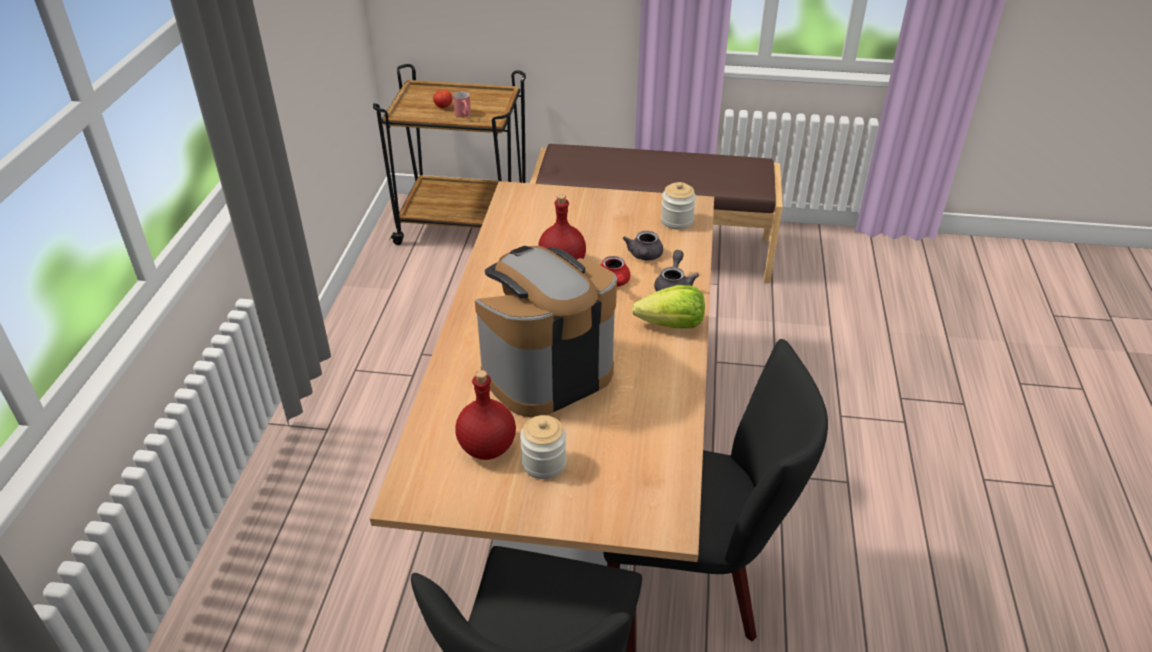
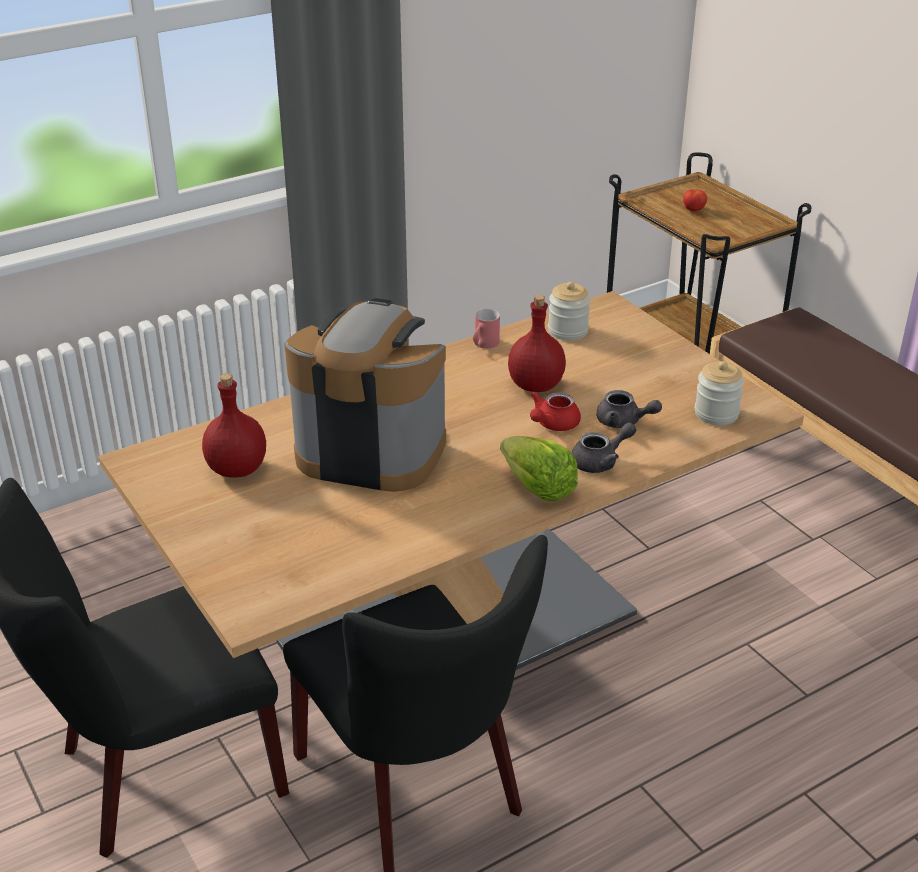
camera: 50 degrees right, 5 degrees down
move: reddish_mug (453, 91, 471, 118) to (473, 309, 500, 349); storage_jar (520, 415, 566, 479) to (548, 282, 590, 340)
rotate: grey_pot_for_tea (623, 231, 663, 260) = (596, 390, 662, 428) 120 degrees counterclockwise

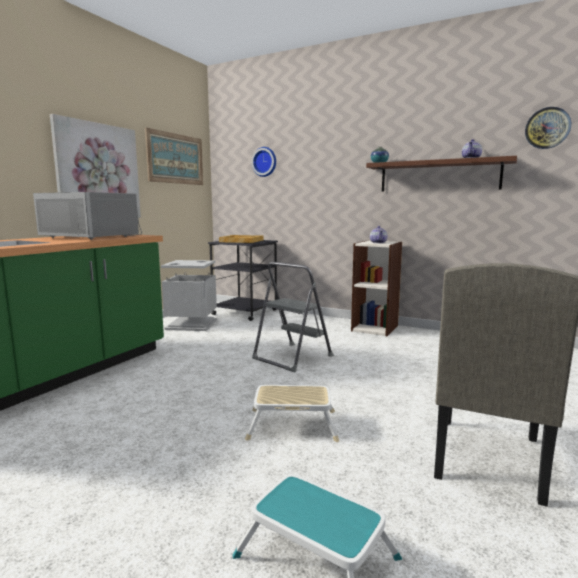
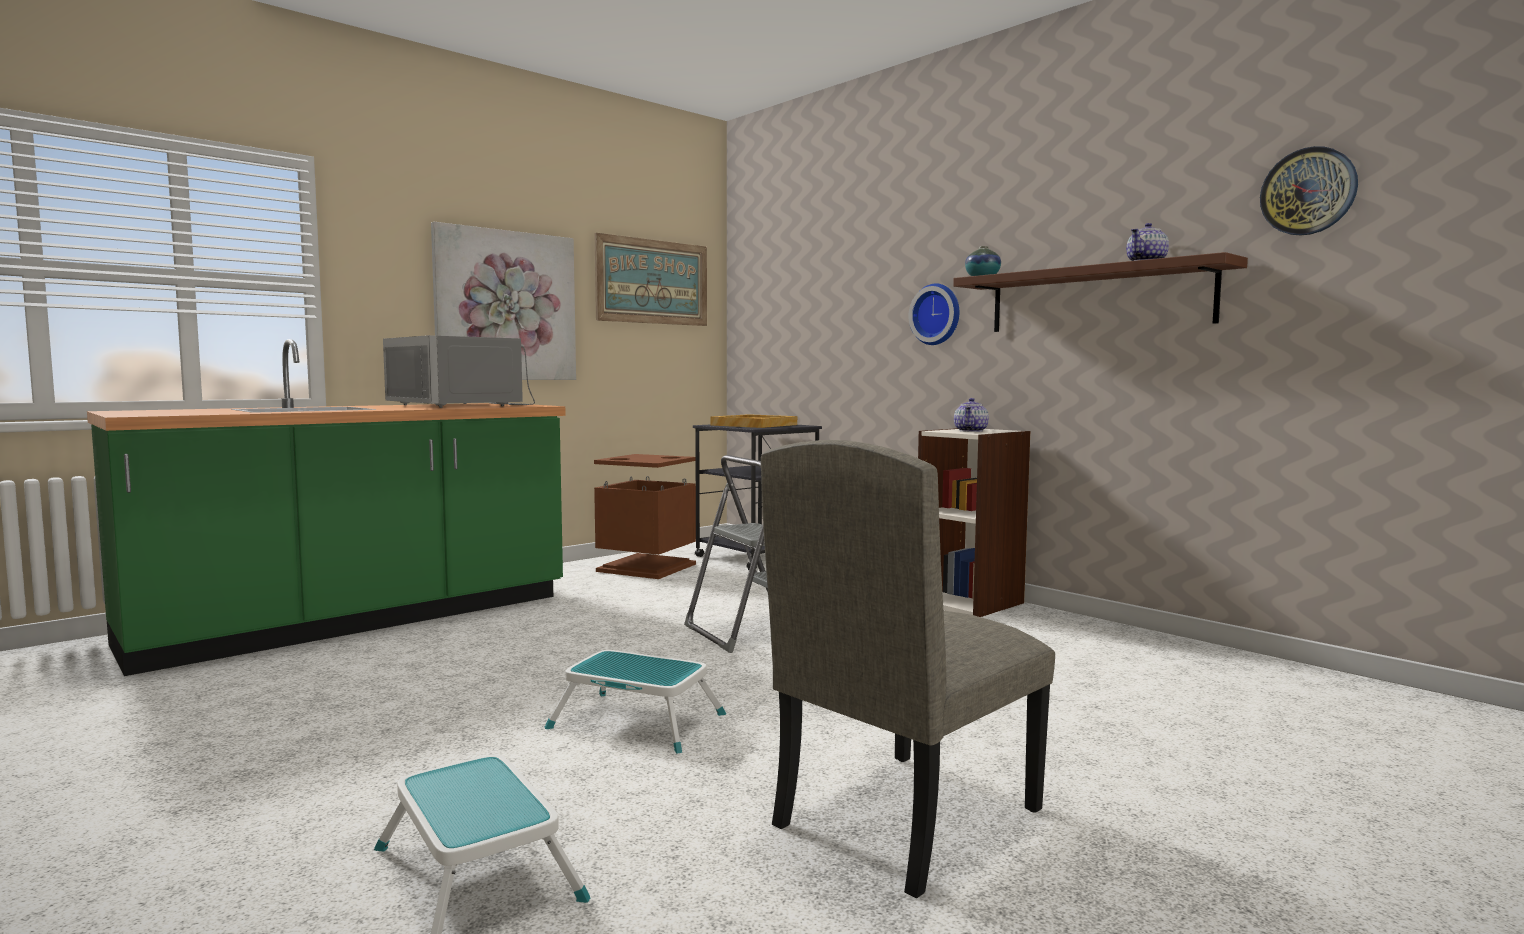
camera: 20 degrees right, 5 degrees down
move: wall_clock (251, 147, 276, 177) to (908, 283, 959, 345)
recolor: grey_waste_bin (161, 260, 217, 331) to brown_waste_bin (594, 454, 696, 579); beige-coloured_step_stool (245, 385, 339, 442) to turquoise-coloured_step_stool (545, 650, 726, 754)

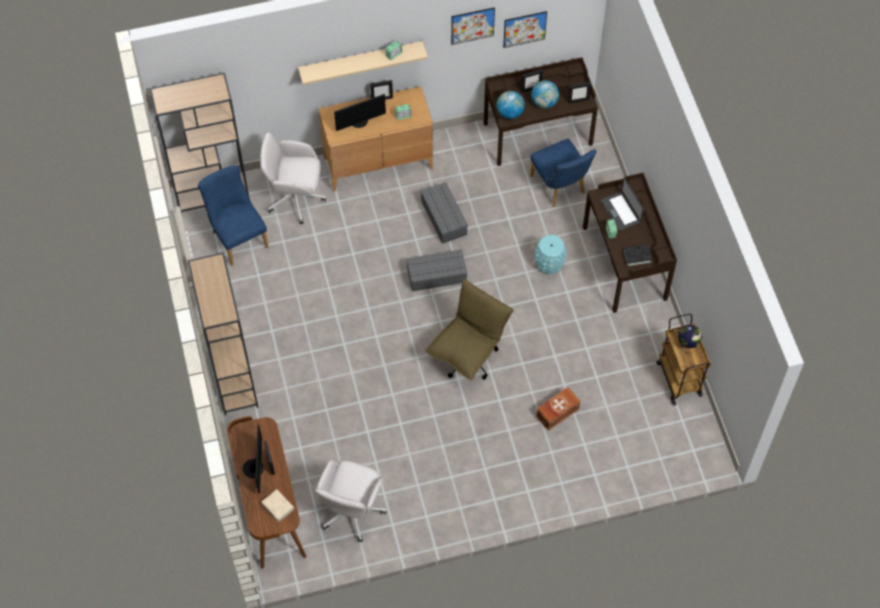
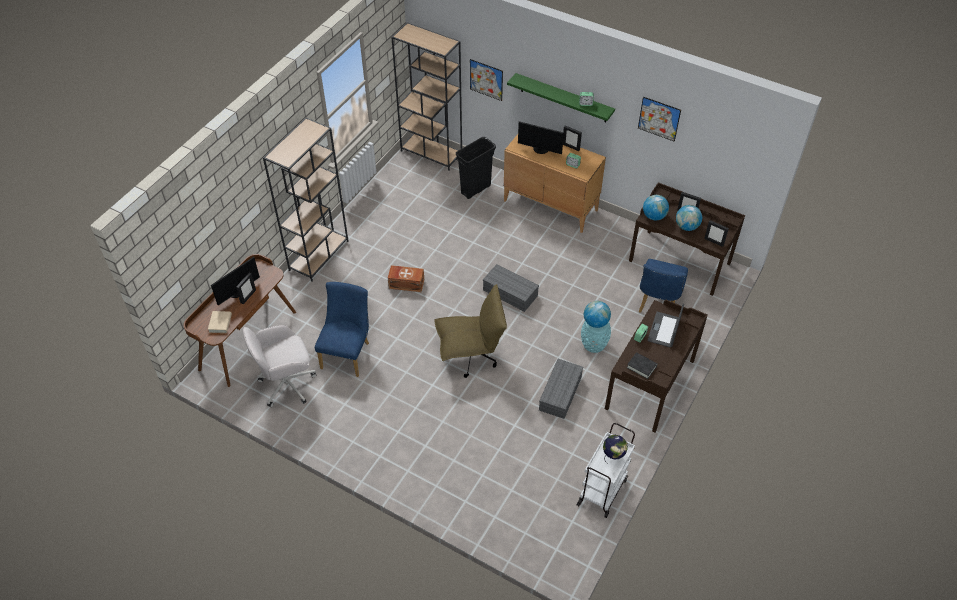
camera: 45 degrees right, 10 degrees down
insert: world_globe (584, 301, 611, 328)
move: blue-coloured_upright_chair (198, 165, 269, 266) to (315, 282, 369, 377); grey_storage_bin (421, 182, 468, 244) to (539, 359, 583, 419); wall_picture (503, 11, 547, 48) to (470, 59, 503, 101); brown_storage_bin (536, 387, 580, 431) to (388, 265, 424, 292)
replace: white-coloured_desk_chair (260, 133, 326, 224) to blackish_waste_bin (456, 137, 496, 199)
recolor: beige-coloured_wall_shelf (298, 41, 428, 85) to green-coloured_wall_shelf (507, 73, 615, 122); brown_cart (656, 314, 711, 405) to white-coloured_cart (576, 423, 635, 518)

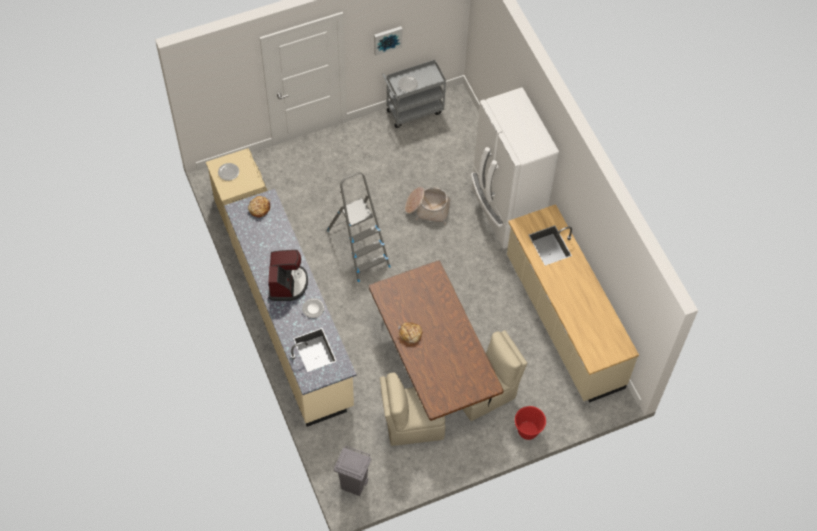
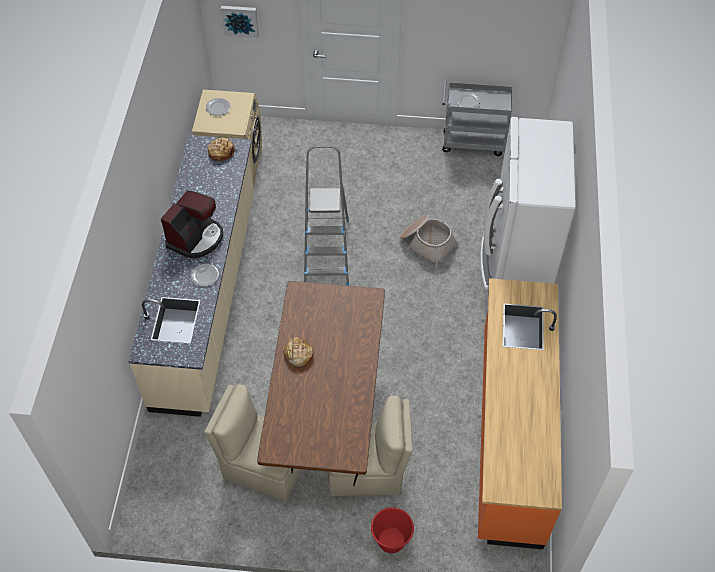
camera: 30 degrees right, 5 degrees down
delete: grey_waste_bin (334, 445, 371, 496)
move: wall_picture (374, 26, 402, 56) to (221, 6, 259, 38)
recolor: beige-coloured_counter (507, 204, 639, 403) to orange_counter (478, 278, 562, 549)

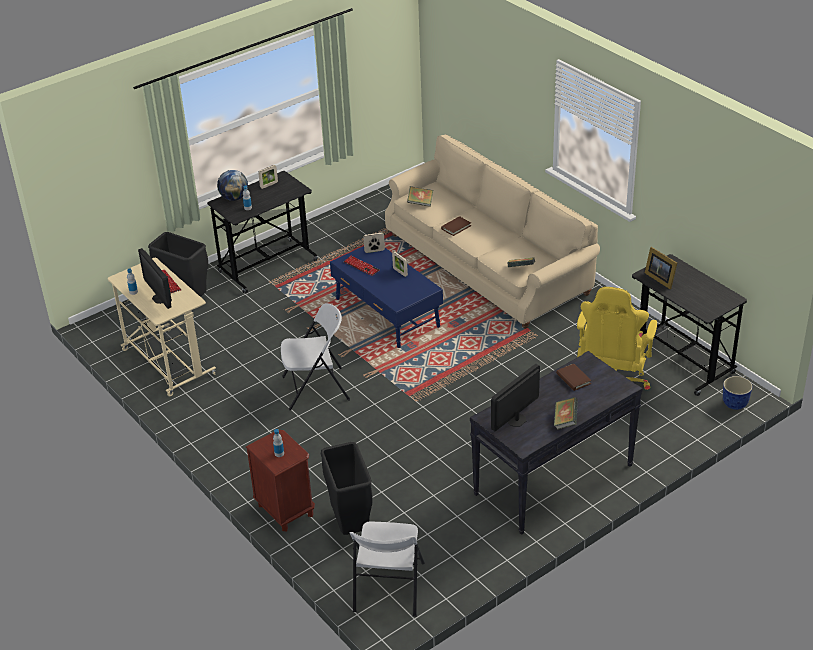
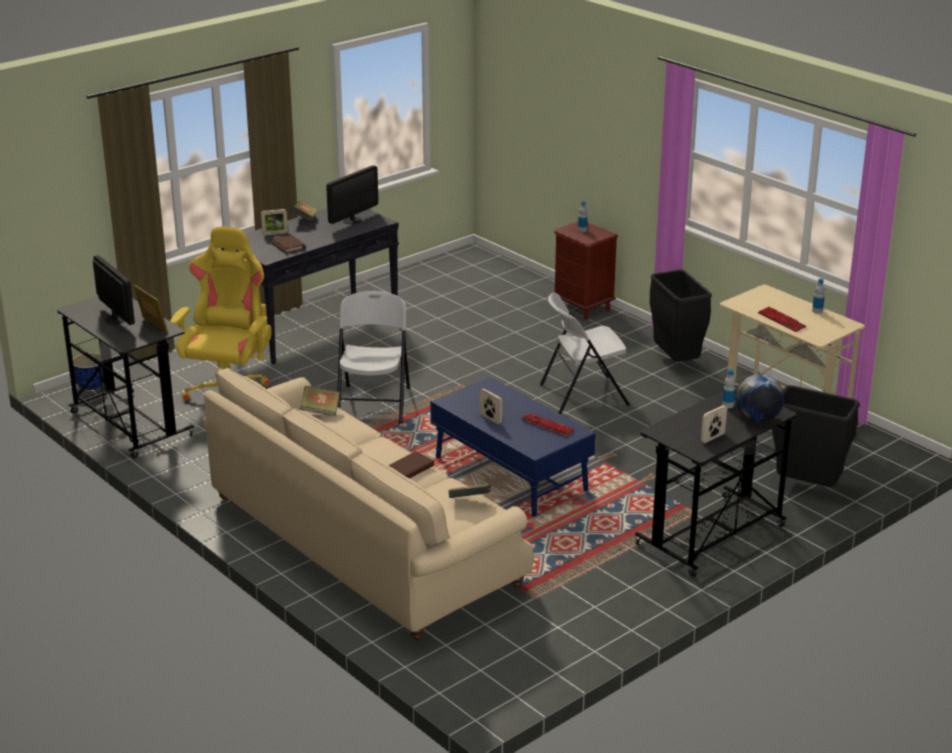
camera: 175 degrees right, 10 degrees down
move: computer_display (138, 248, 172, 309) to (93, 255, 135, 325); blackish_waste_bin (321, 442, 372, 535) to (650, 269, 712, 362); white-coloured_upright_chair (350, 522, 425, 617) to (338, 291, 410, 424); photo_frame (363, 233, 385, 253) to (261, 209, 288, 235)

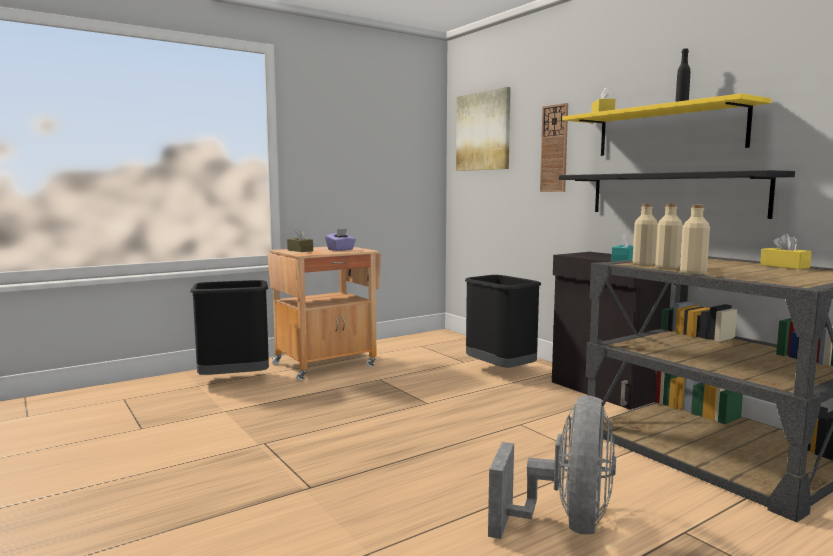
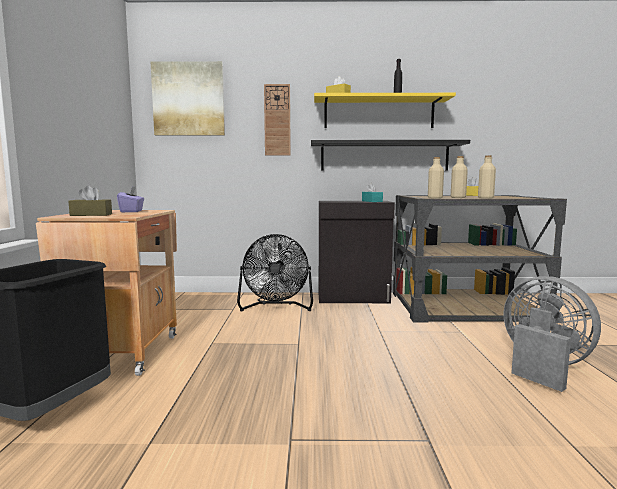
camera: 55 degrees left, 0 degrees up
replace: blackish_waste_bin (465, 275, 541, 368) to blackish_cooling_fan (237, 234, 313, 311)

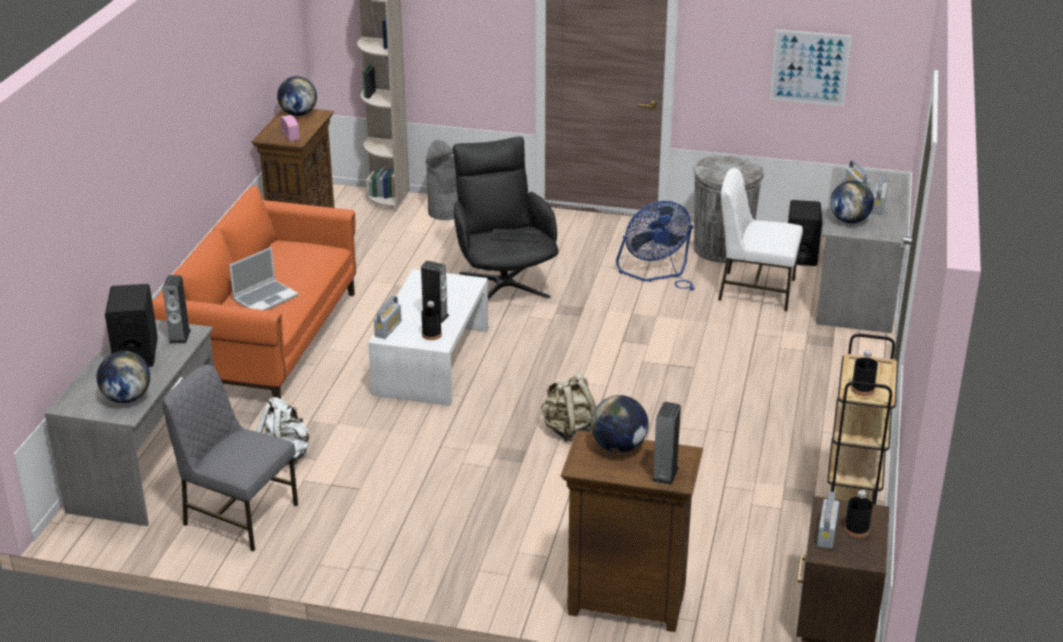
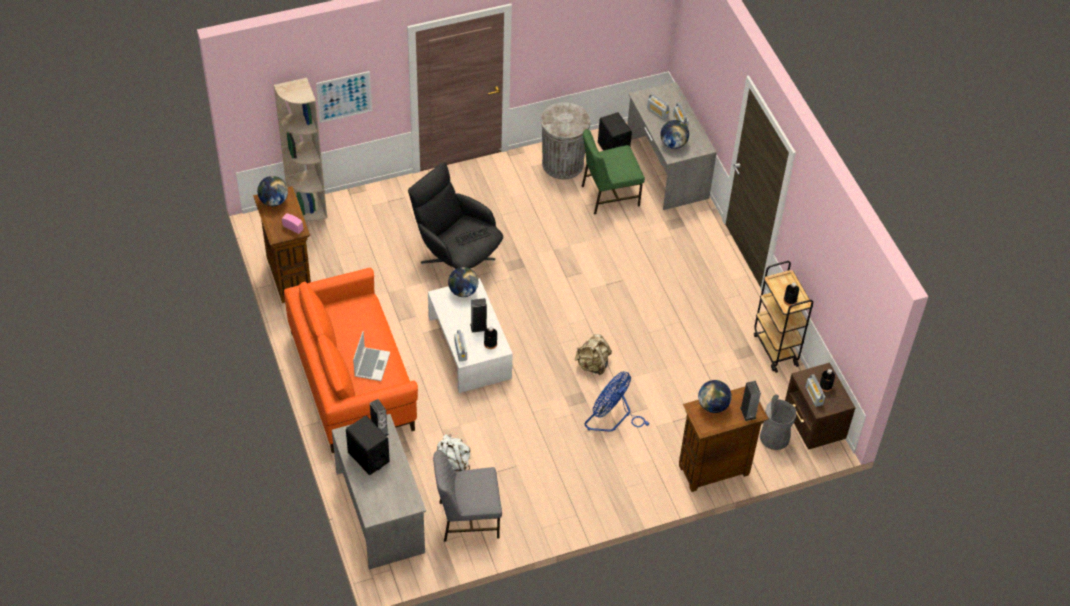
camera: 35 degrees left, 20 degrees up
move: world_globe (97, 351, 150, 403) to (448, 267, 478, 297); grey_waste_bin (426, 140, 458, 220) to (760, 395, 797, 450); blue-coloured_cooling_fan (616, 201, 694, 290) to (585, 372, 649, 432); wall_picture (770, 30, 852, 107) to (316, 71, 372, 123)
recolor: white-coloured_upright_chair (718, 168, 803, 311) to green-coloured_upright_chair (582, 129, 645, 215)

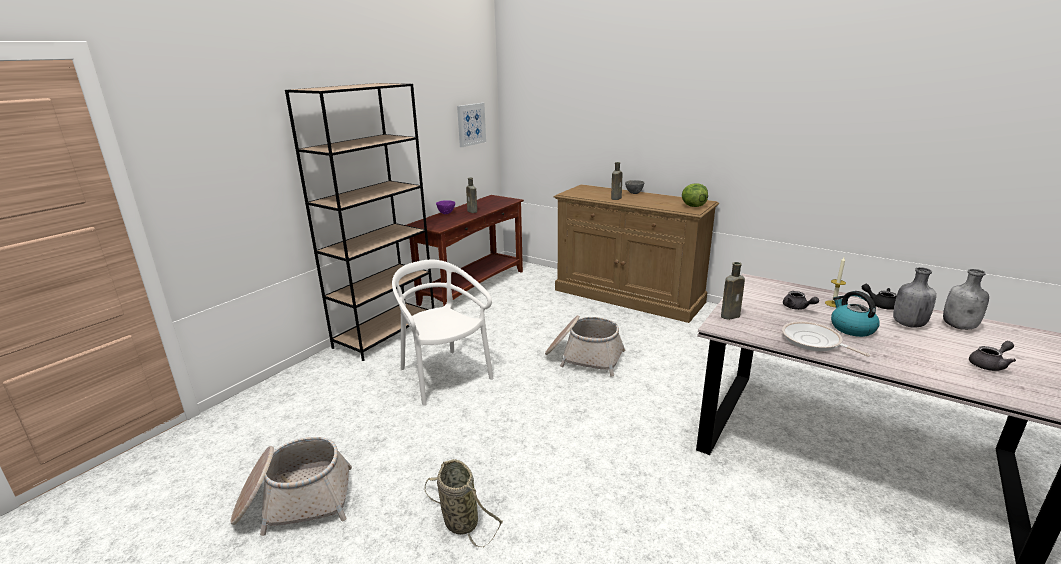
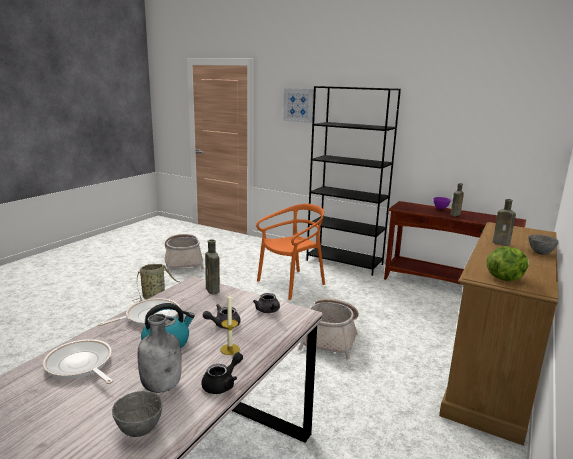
camera: 85 degrees right, 5 degrees down
insert: skillet (43, 339, 113, 384)
move: wall_picture (457, 103, 486, 147) to (283, 88, 314, 123); grey_pot_for_tea (969, 341, 1016, 371) to (253, 293, 280, 313)
replace: grey_beverage_bottle (943, 269, 989, 330) to grey_bowl (112, 391, 163, 437)
recolor: beige-coloured_bookshelf (285, 83, 434, 361) to blackish_bookshelf (306, 86, 401, 276); white-coloured_upright_chair (392, 260, 493, 405) to orange_upright_chair (256, 204, 325, 300)

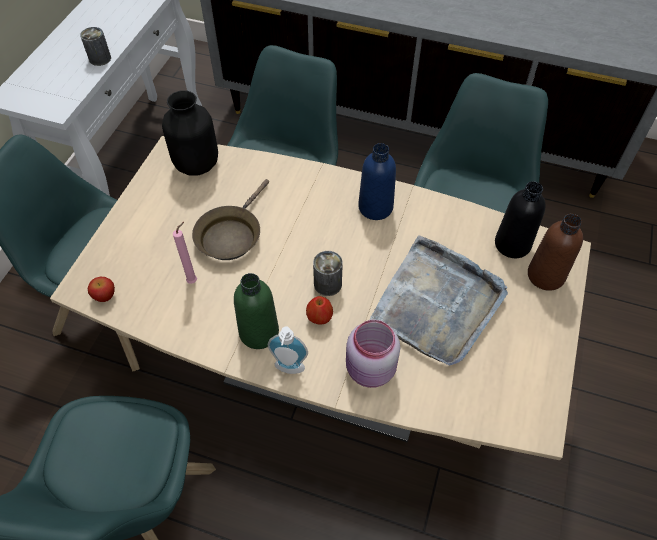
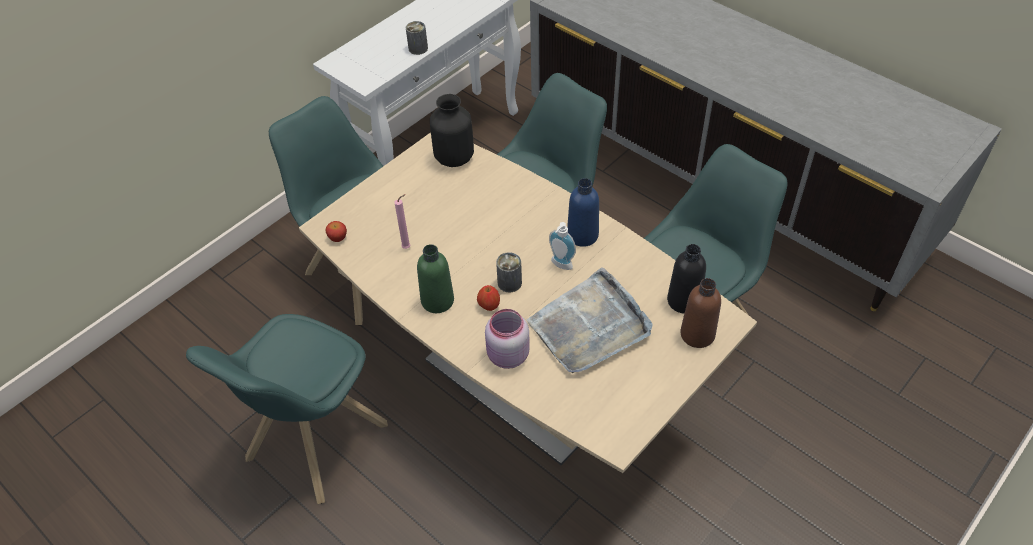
camera: 25 degrees right, 5 degrees down
delete: brown_skillet (192, 179, 269, 260)
move: soap_bottle (268, 326, 308, 374) to (549, 222, 576, 270)

